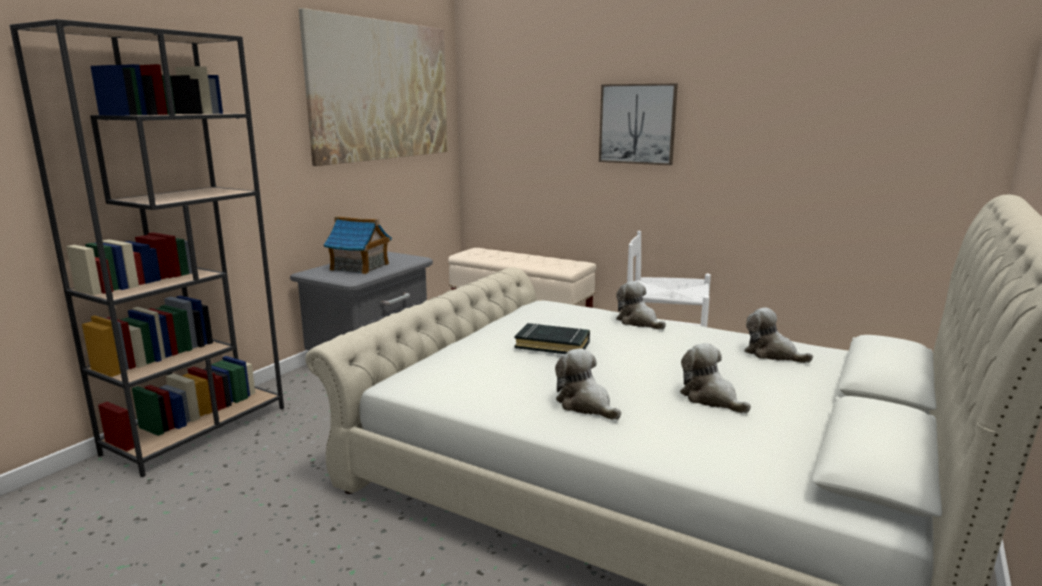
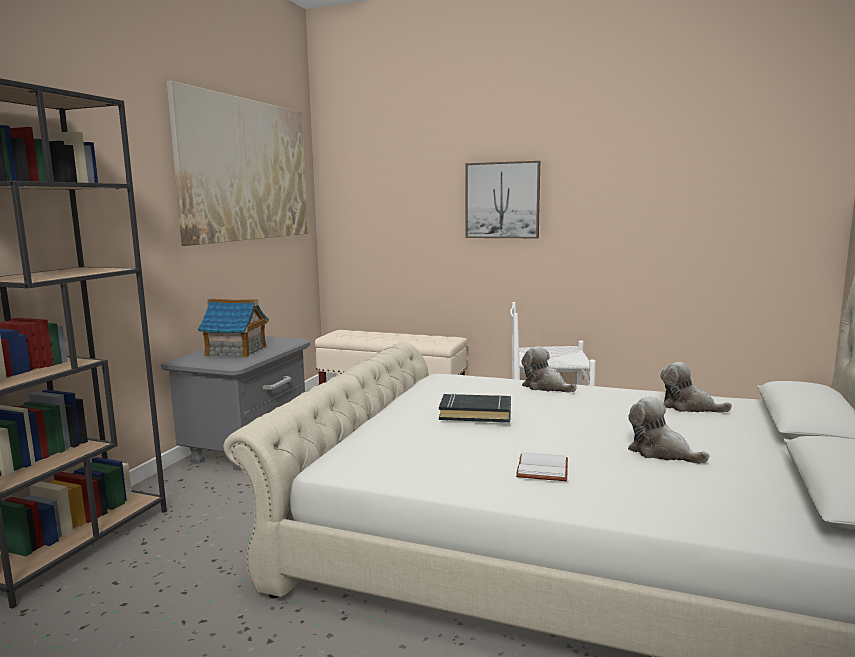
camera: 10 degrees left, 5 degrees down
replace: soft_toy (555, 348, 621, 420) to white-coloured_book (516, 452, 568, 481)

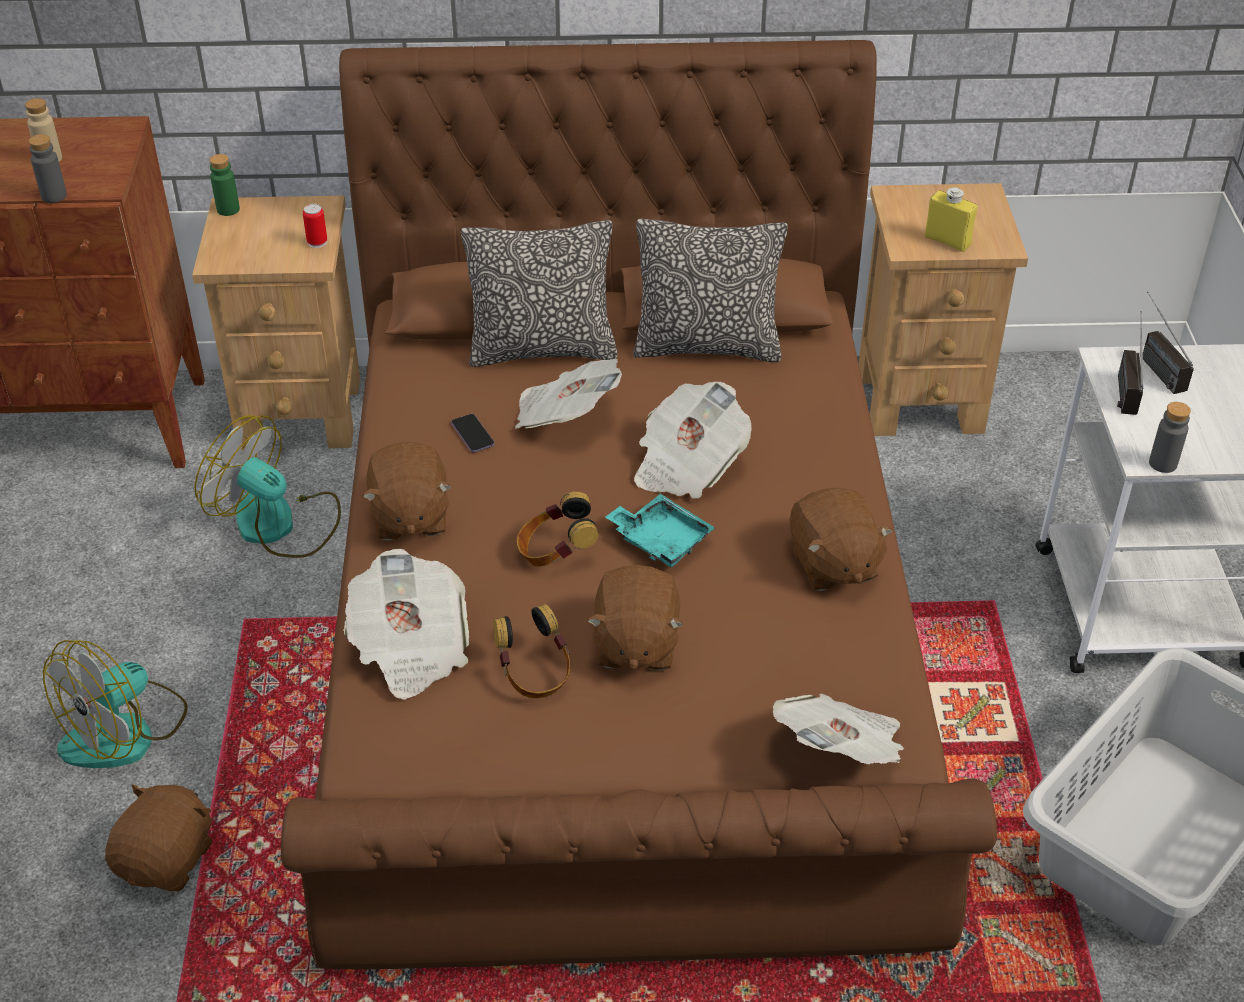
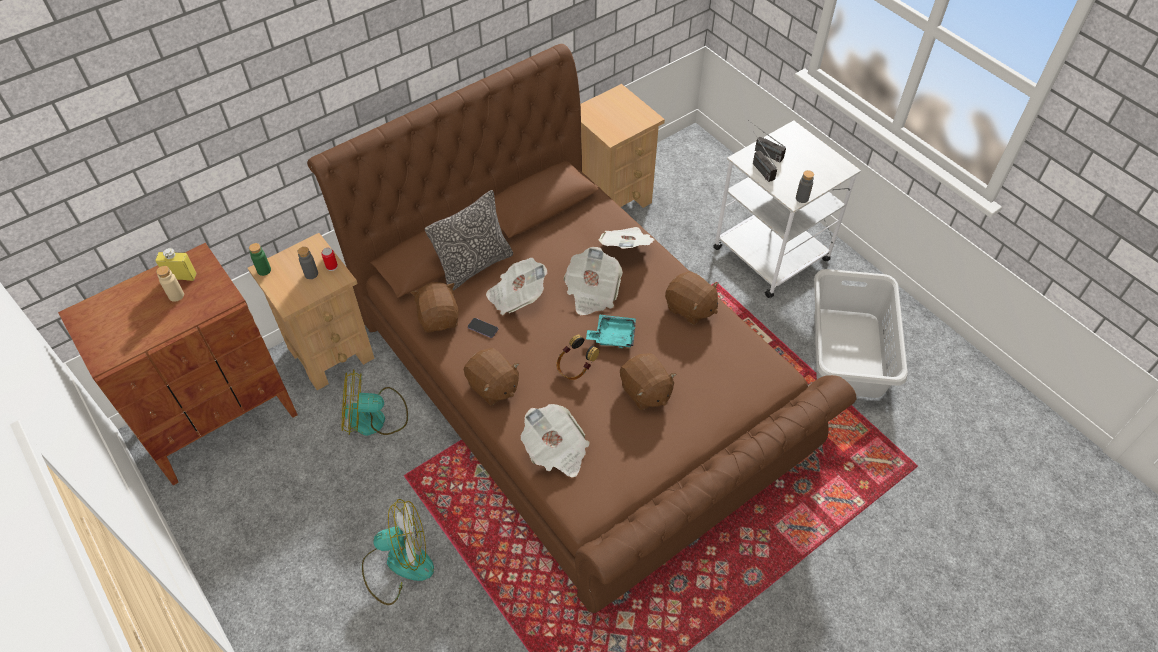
camera: 35 degrees left, 10 degrees up
delete: pair_of_headphones (493, 604, 570, 698); cushion (633, 219, 788, 363)
move: grey_beverage_bottle (29, 134, 67, 203) to (298, 247, 318, 279); brown_soft_toy (105, 784, 213, 891) to (411, 282, 459, 333); printed_paper (773, 694, 904, 764) to (599, 227, 655, 249); yellowish_beverage_bottle (925, 187, 977, 252) to (155, 248, 196, 281)
rotate: cooling_fan (43, 640, 188, 768) = (362, 499, 434, 605) 105 degrees counterclockwise

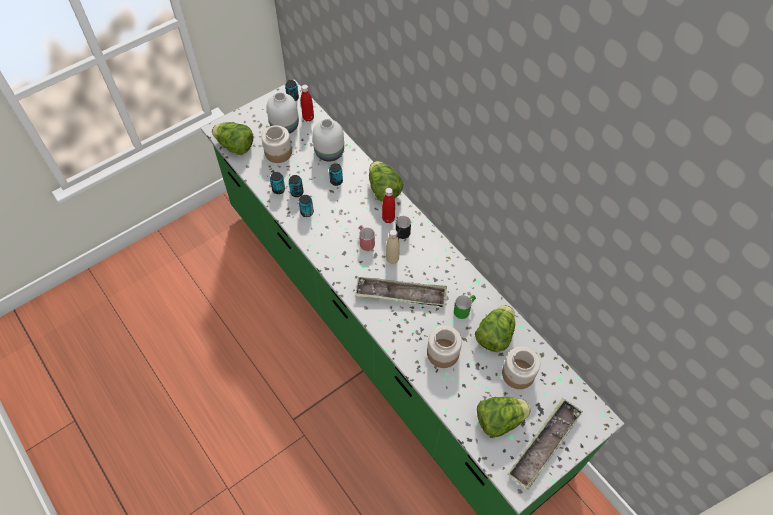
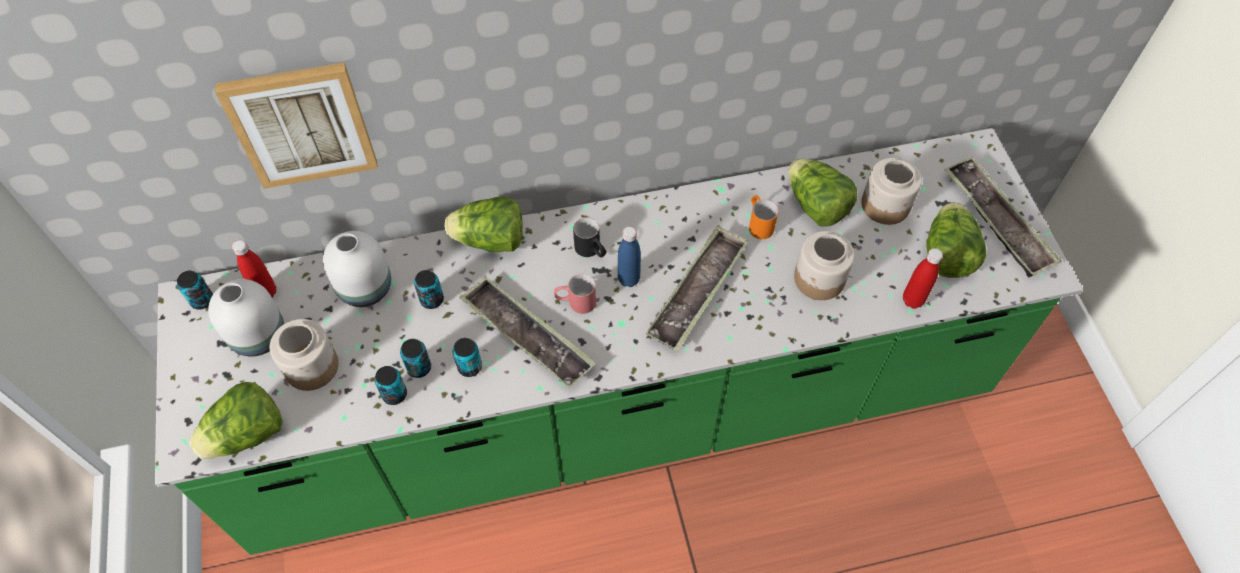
camera: 65 degrees left, 0 degrees up
insert: wall_picture (215, 63, 378, 189); tray (460, 275, 596, 388)
move: reddish_beverage_bottle (382, 188, 395, 223) to (903, 248, 943, 309)
recolor: beige-coloured_beverage_bottle (386, 229, 400, 264) to blue-coloured_beverage_bottle (618, 226, 641, 287); green-coloured_mug (454, 295, 476, 319) to orange_mug (749, 195, 779, 239)

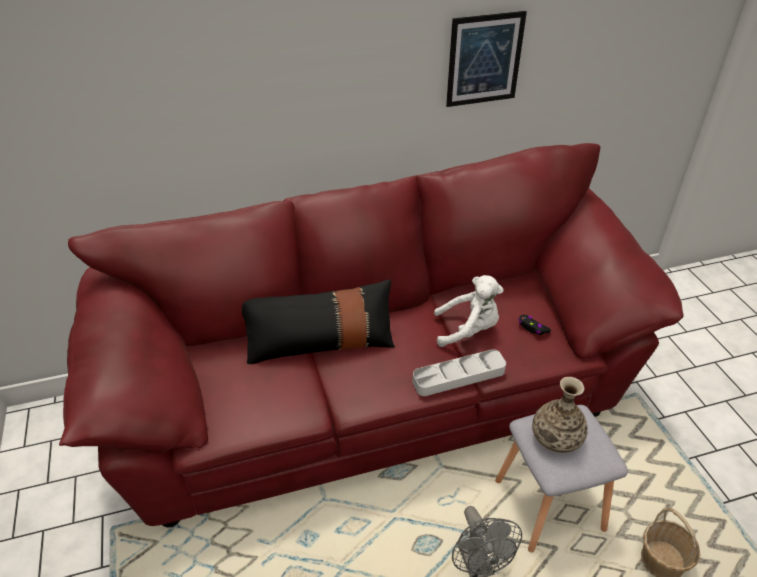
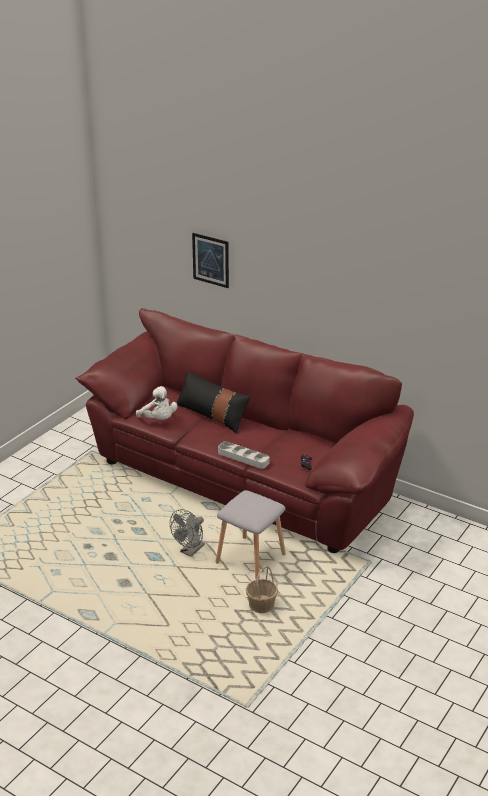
camera: 50 degrees right, 10 degrees down
delete: vase (532, 377, 588, 453)
move: white-coloured_soft_toy (434, 275, 504, 347) to (136, 386, 178, 420); wall_picture (446, 11, 527, 107) to (192, 233, 229, 288)

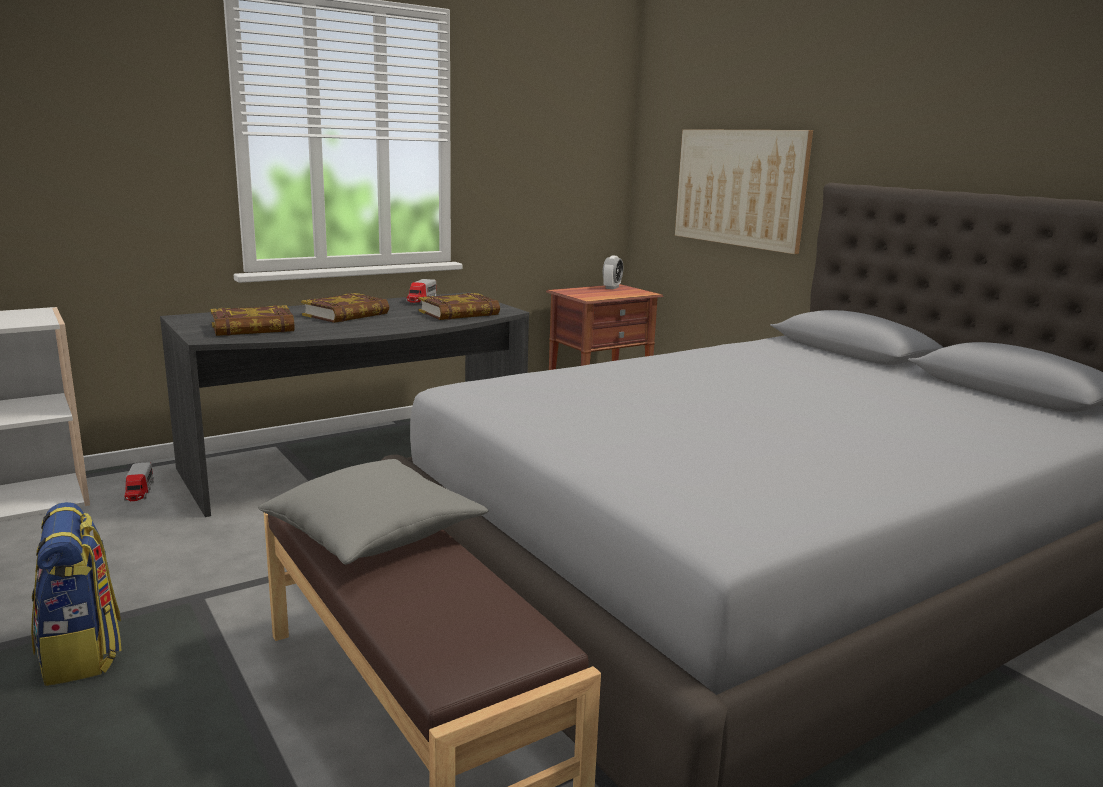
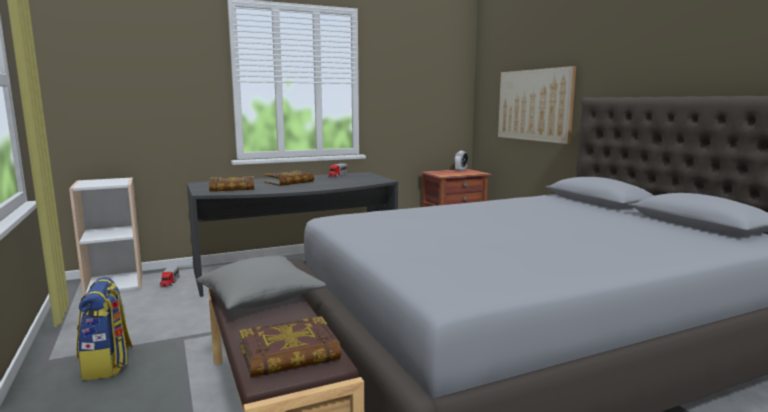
camera: 10 degrees right, 5 degrees down
move: book (418, 293, 500, 320) to (239, 316, 341, 378)

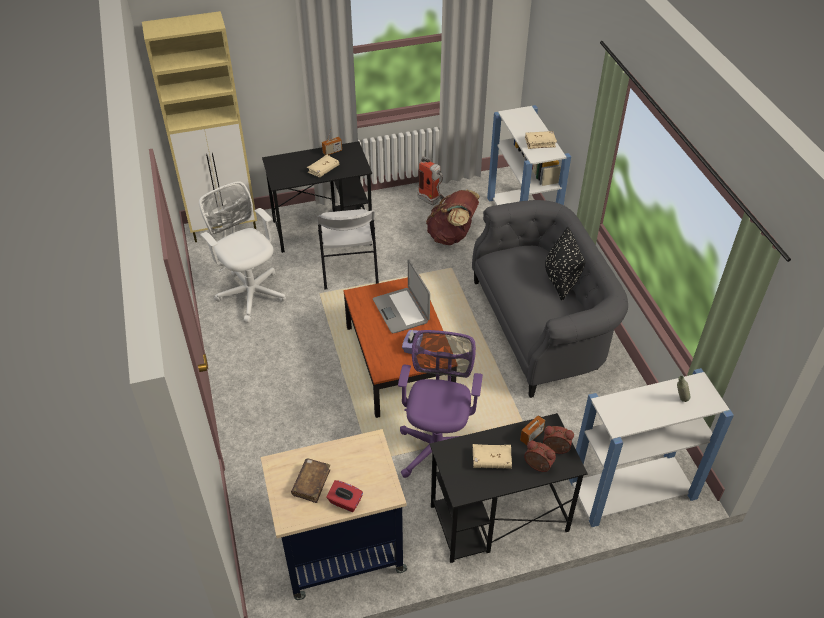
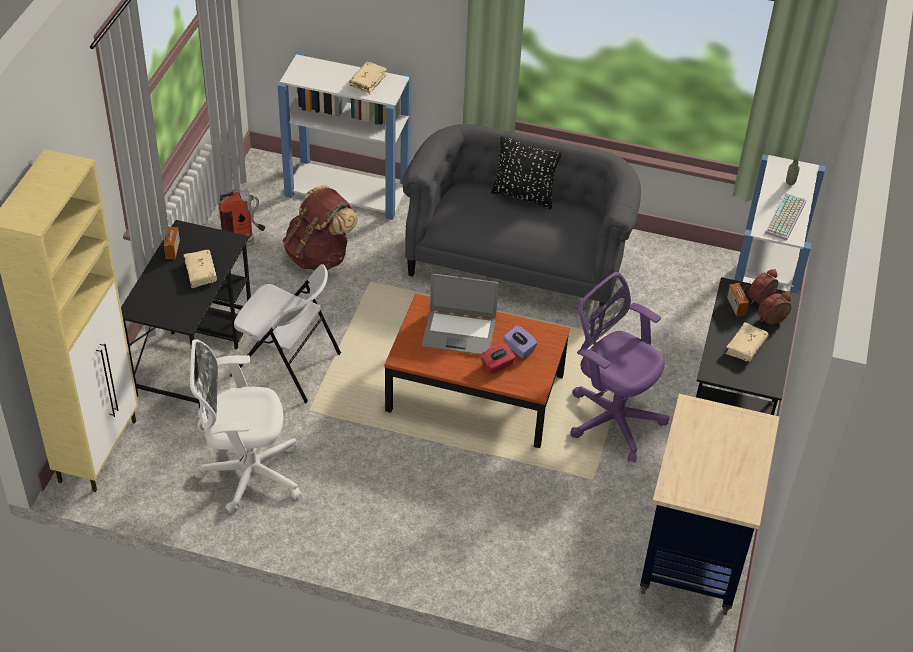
camera: 60 degrees left, 0 degrees up
delete: brown_book (291, 458, 330, 503)
insert: keyboard (765, 193, 806, 241)
move: reddish_tissue_box (327, 480, 363, 512) to (480, 343, 516, 374)

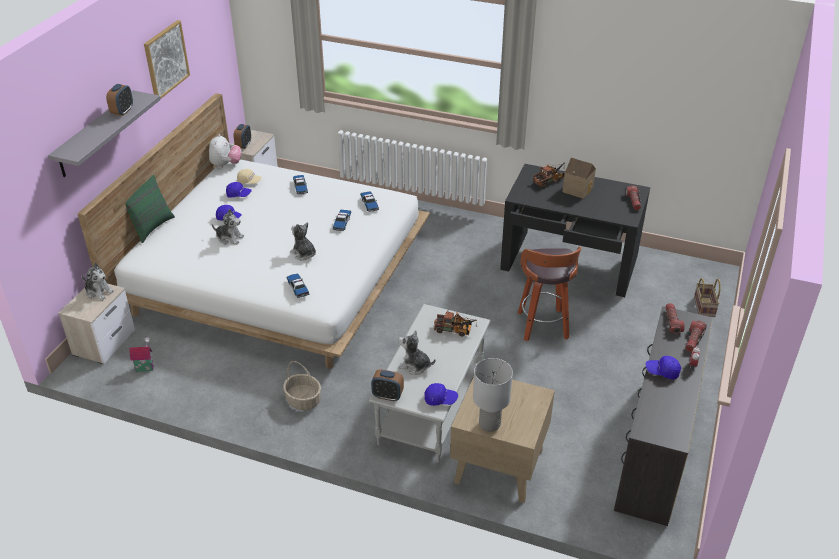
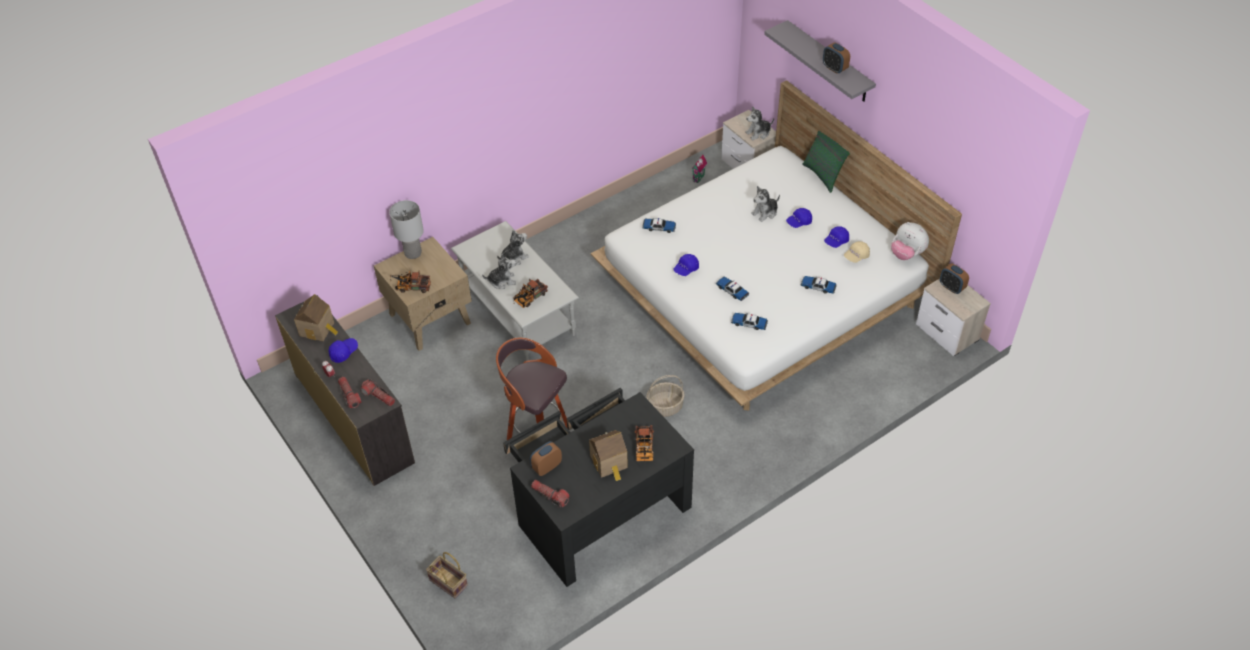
camera: 125 degrees right, 10 degrees up
delete: wall_picture (144, 20, 190, 98)
insert: toy_house (294, 294, 338, 341); model_truck (390, 271, 431, 293)
move: basket (283, 361, 321, 410) to (646, 375, 685, 417); soft_toy (290, 222, 316, 261) to (482, 254, 516, 289); alarm_clock (371, 369, 404, 401) to (530, 441, 562, 476); blue-coloured_baseball_cap (424, 383, 458, 406) to (674, 254, 699, 276)

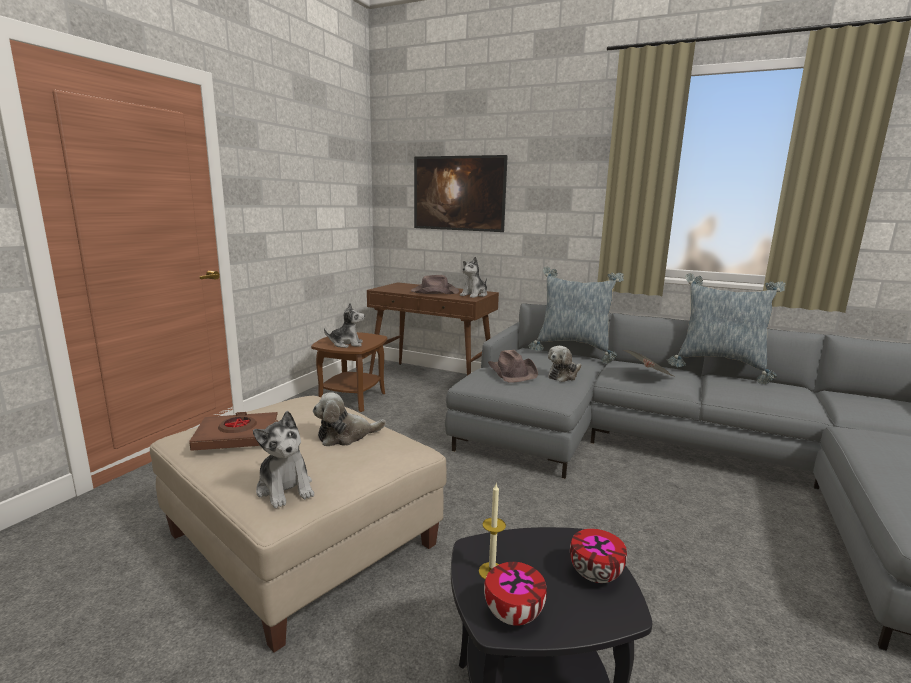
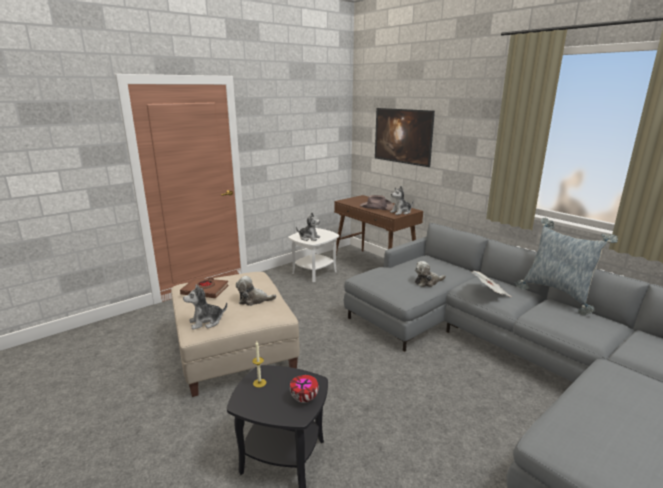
camera: 25 degrees right, 5 degrees up
delete: bowl (484, 562, 547, 626); brown_clothing_hat (488, 350, 538, 383); cushion (528, 266, 623, 364)
recolor: brown_accent_table (311, 332, 387, 412) to white-coloured_accent_table (288, 228, 339, 282)
rotate: soft_toy (253, 411, 314, 508) = (183, 285, 227, 330) 75 degrees clockwise

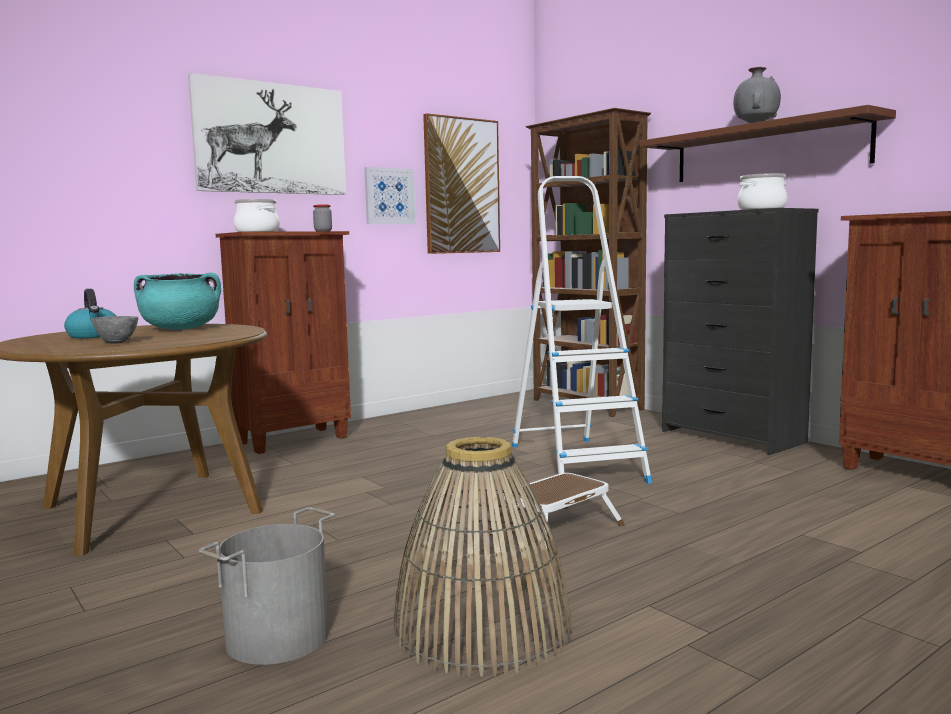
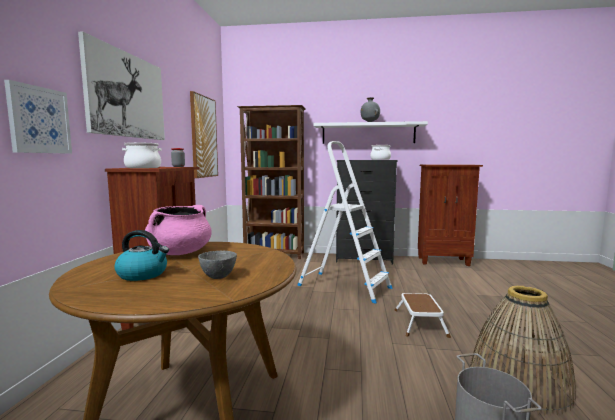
camera: 45 degrees left, 0 degrees up
move: wall_picture (364, 167, 416, 224) to (4, 80, 72, 154)
recolor: turquoise-coloured_cooking_pot (134, 272, 221, 330) to pink-coloured_cooking_pot (145, 205, 212, 255); brown_wall_shelf (639, 105, 896, 182) to white-coloured_wall_shelf (313, 121, 428, 144)

